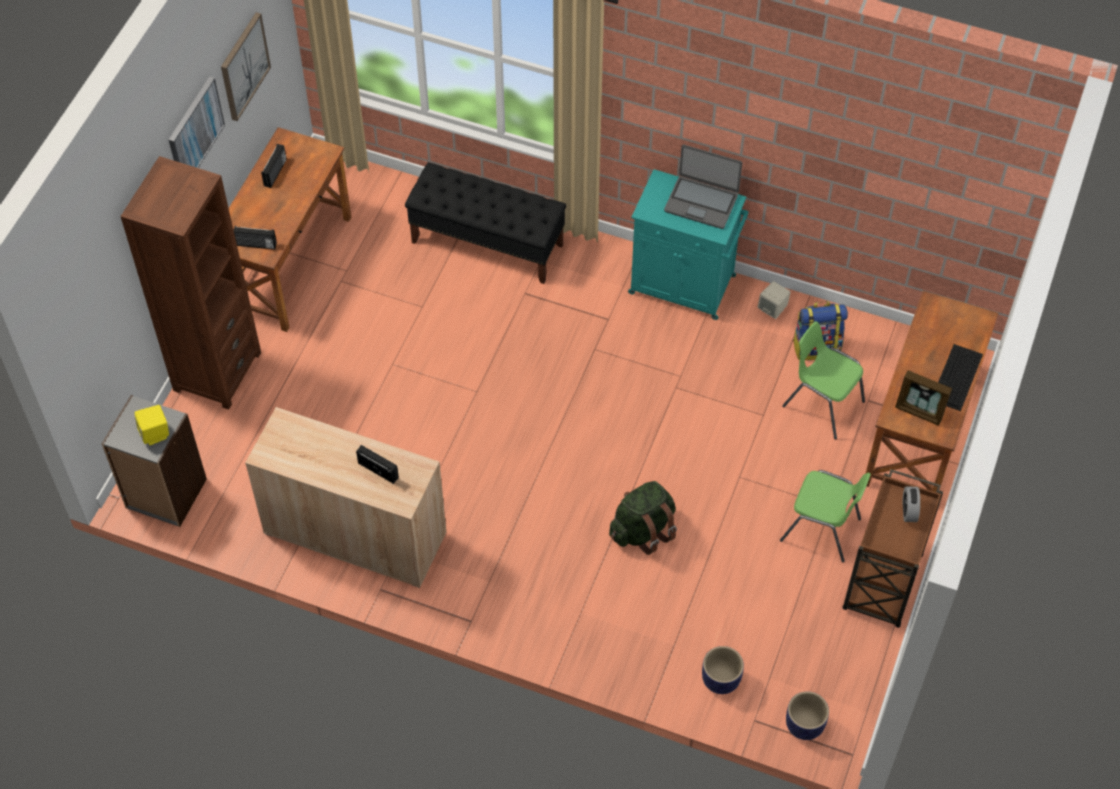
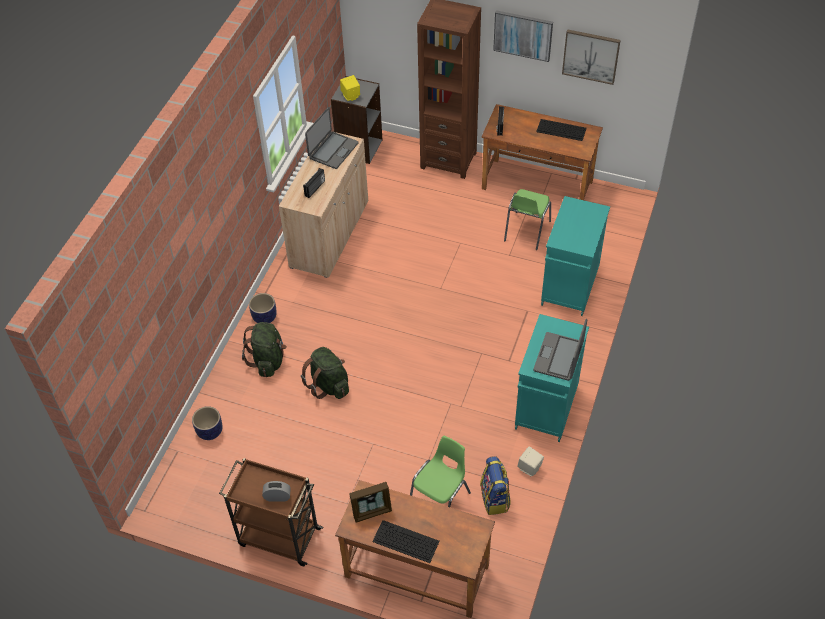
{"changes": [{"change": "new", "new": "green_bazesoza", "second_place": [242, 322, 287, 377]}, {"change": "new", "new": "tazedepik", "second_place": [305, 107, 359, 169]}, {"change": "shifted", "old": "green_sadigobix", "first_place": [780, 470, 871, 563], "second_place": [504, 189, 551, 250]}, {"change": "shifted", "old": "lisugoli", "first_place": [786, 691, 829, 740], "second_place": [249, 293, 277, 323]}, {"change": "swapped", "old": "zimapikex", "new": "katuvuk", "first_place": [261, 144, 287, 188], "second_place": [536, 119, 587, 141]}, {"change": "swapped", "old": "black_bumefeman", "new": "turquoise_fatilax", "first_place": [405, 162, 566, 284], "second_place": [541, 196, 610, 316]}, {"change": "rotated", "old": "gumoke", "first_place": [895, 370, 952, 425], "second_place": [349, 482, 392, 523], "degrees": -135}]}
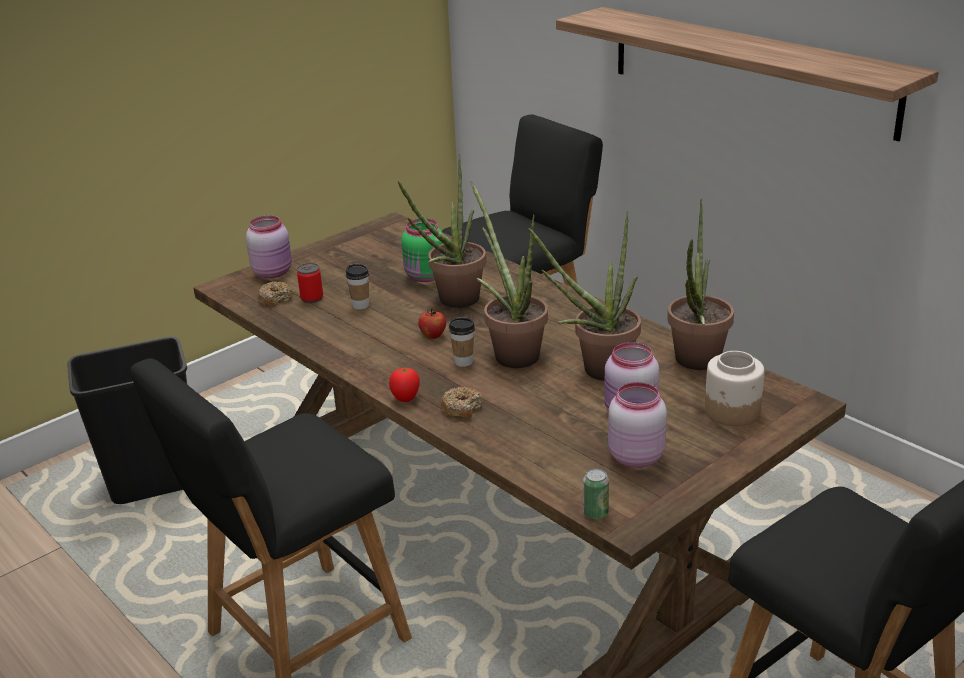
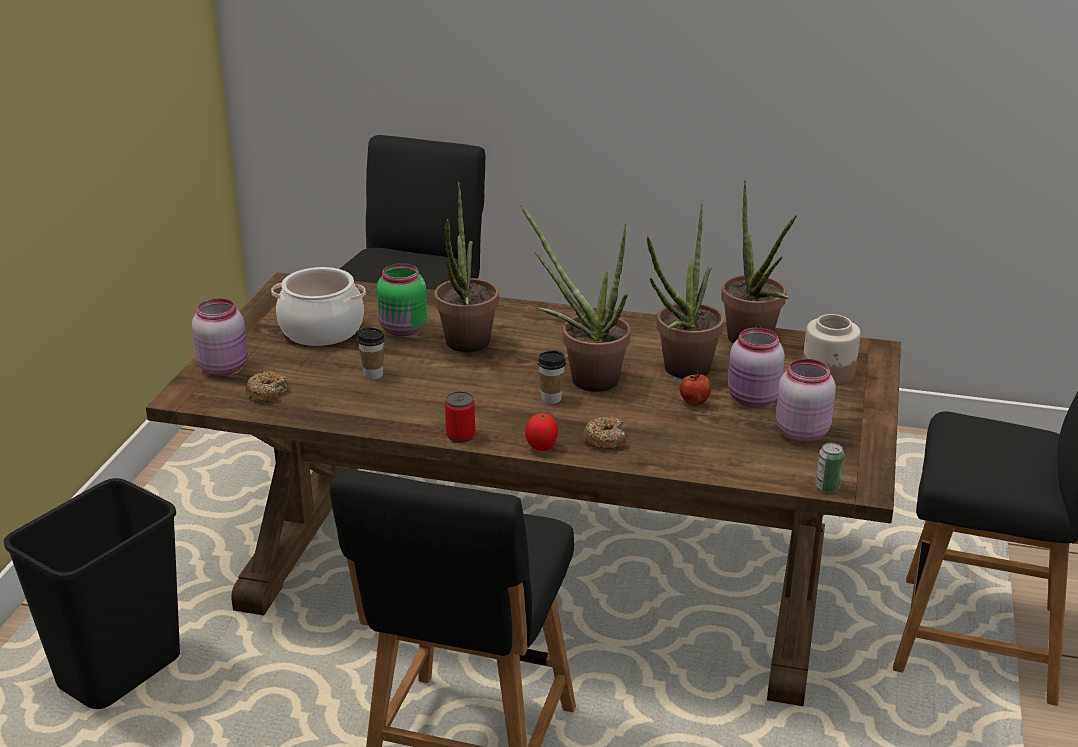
{"changes": [{"change": "gone", "old": "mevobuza", "first_place": [556, 7, 939, 141]}, {"change": "new", "new": "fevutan", "second_place": [271, 267, 366, 346]}, {"change": "shifted", "old": "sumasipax", "first_place": [297, 263, 323, 303], "second_place": [445, 392, 475, 443]}, {"change": "shifted", "old": "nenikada", "first_place": [418, 308, 446, 339], "second_place": [680, 371, 711, 406]}]}
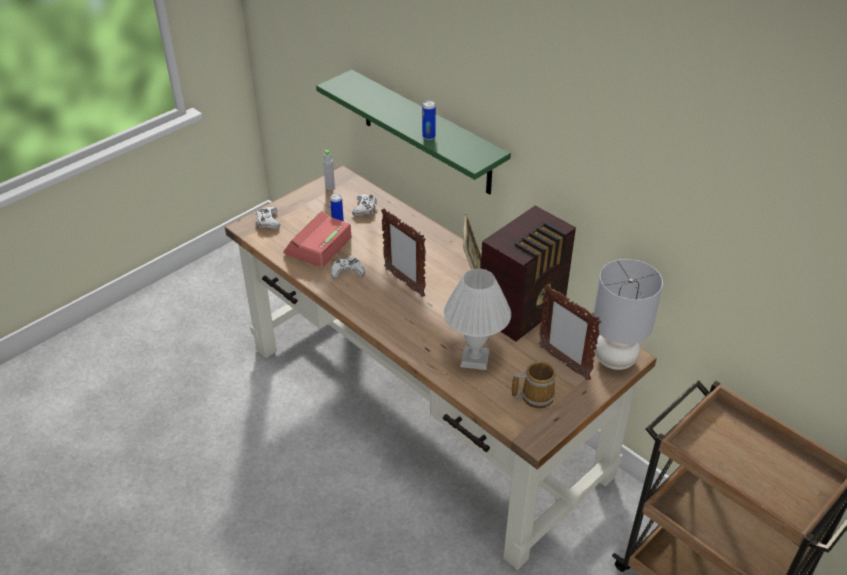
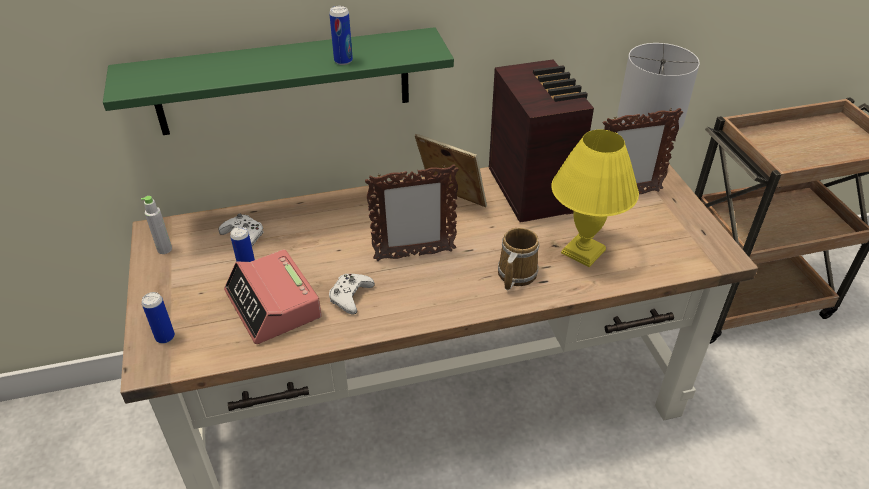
{"changes": [{"change": "shifted", "old": "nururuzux", "first_place": [512, 361, 556, 408], "second_place": [498, 227, 539, 290]}, {"change": "swapped", "old": "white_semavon", "new": "sumasipax", "first_place": [256, 207, 280, 229], "second_place": [142, 292, 175, 344]}, {"change": "repainted", "old": "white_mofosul", "new": "yellow_mofosul", "first_place": [443, 269, 511, 370], "second_place": [551, 129, 639, 267]}]}
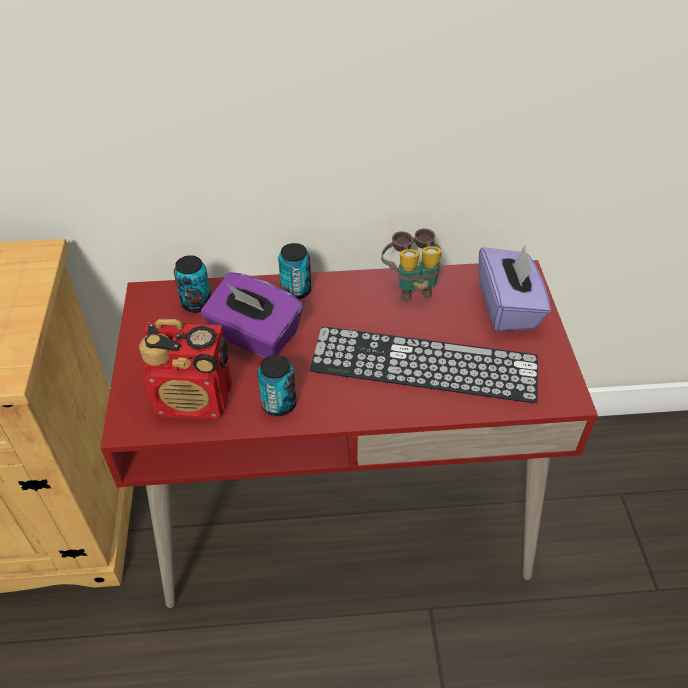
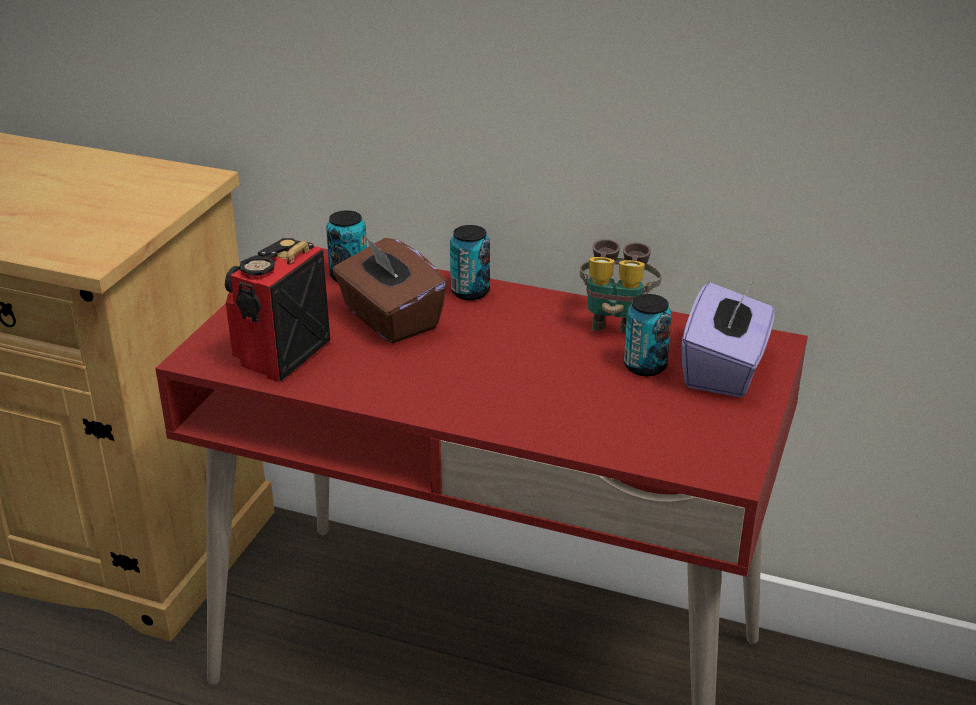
{"changes": [{"change": "gone", "old": "katuvuk", "first_place": [310, 326, 538, 403]}, {"change": "shifted", "old": "sumasipax", "first_place": [258, 355, 296, 416], "second_place": [624, 294, 672, 376]}, {"change": "repainted", "old": "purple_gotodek", "new": "brown_gotodek", "first_place": [201, 272, 303, 358], "second_place": [333, 237, 447, 343]}, {"change": "rotated", "old": "zimapikex", "first_place": [139, 319, 232, 419], "second_place": [225, 238, 330, 382], "degrees": 90}]}
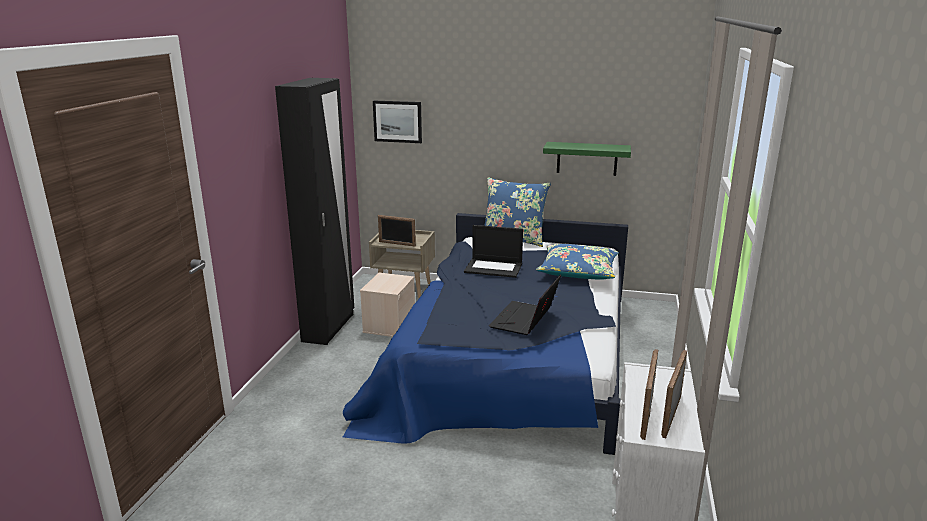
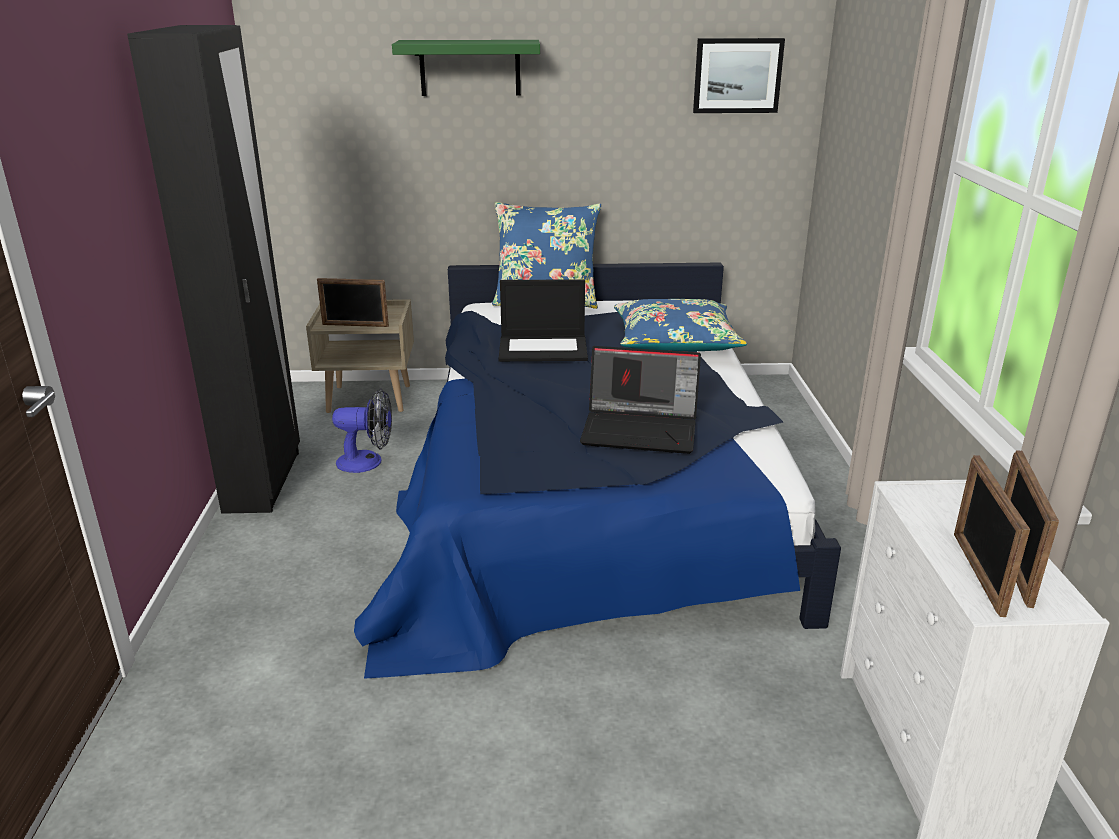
{"changes": [{"change": "shifted", "old": "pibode", "first_place": [373, 101, 422, 143], "second_place": [693, 38, 785, 113]}, {"change": "shifted", "old": "green_mevobuza", "first_place": [543, 142, 631, 176], "second_place": [392, 40, 540, 96]}, {"change": "swapped", "old": "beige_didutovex", "new": "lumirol", "first_place": [360, 273, 415, 337], "second_place": [332, 389, 392, 473]}, {"change": "rotated", "old": "tazedepik", "first_place": [489, 274, 561, 335], "second_place": [580, 346, 701, 454], "degrees": -90}]}
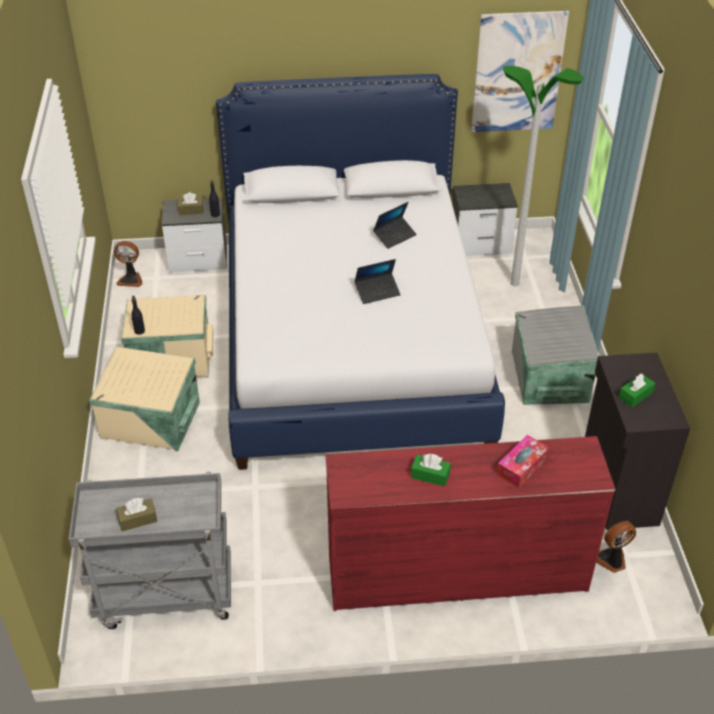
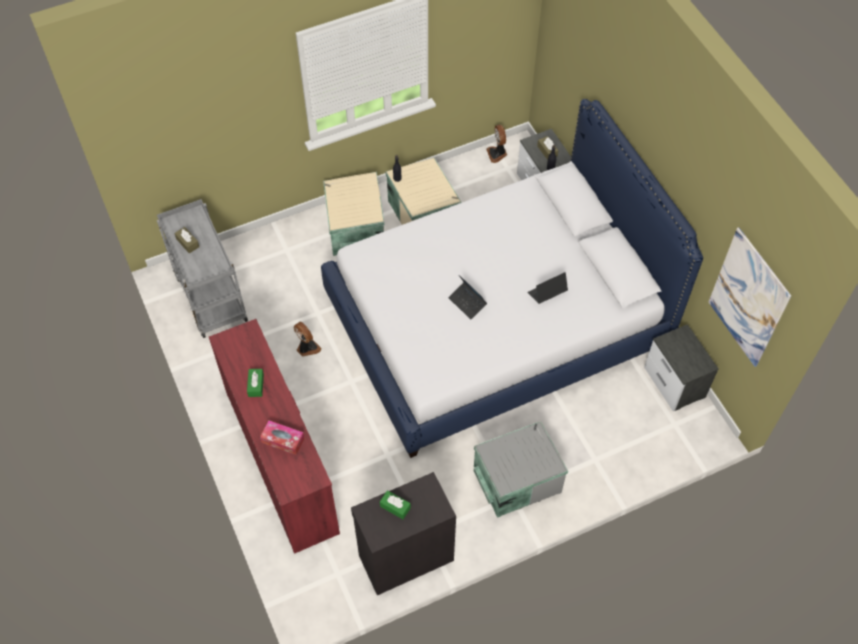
{"changes": [{"change": "gone", "old": "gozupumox", "first_place": [503, 66, 584, 286]}, {"change": "shifted", "old": "lumirol", "first_place": [596, 521, 636, 573], "second_place": [294, 322, 322, 357]}, {"change": "rotated", "old": "tazedepik", "first_place": [373, 202, 417, 249], "second_place": [527, 272, 568, 304], "degrees": 120}]}
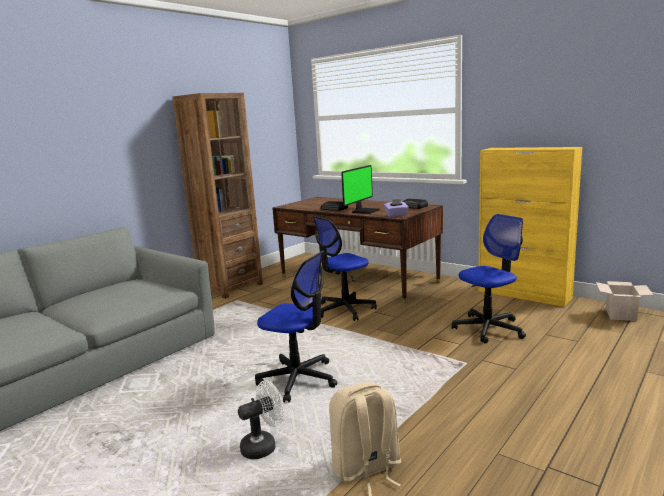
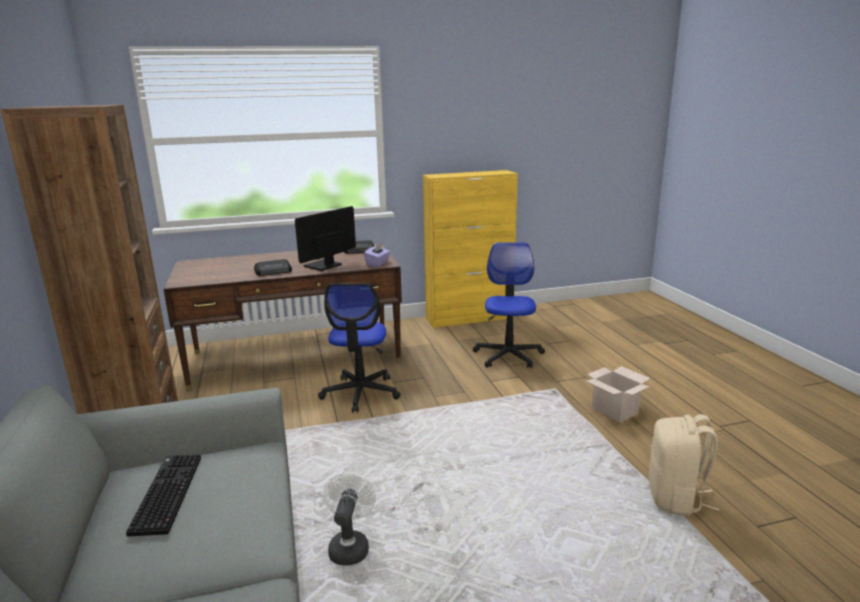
{"changes": [{"change": "gone", "old": "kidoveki", "first_place": [255, 251, 337, 402]}, {"change": "new", "new": "katuvuk", "second_place": [126, 454, 201, 537]}, {"change": "shifted", "old": "white_lumirol", "first_place": [238, 380, 284, 459], "second_place": [324, 473, 376, 566]}, {"change": "shifted", "old": "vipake", "first_place": [596, 281, 653, 321], "second_place": [585, 366, 650, 422]}, {"change": "rotated", "old": "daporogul", "first_place": [341, 165, 380, 214], "second_place": [295, 206, 356, 271], "degrees": -120}]}
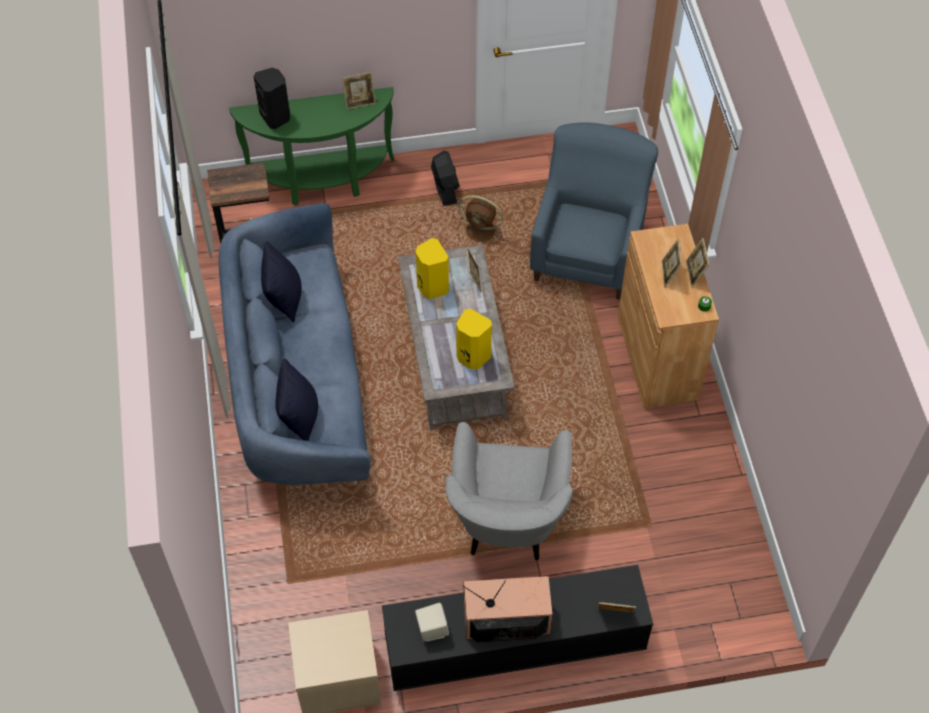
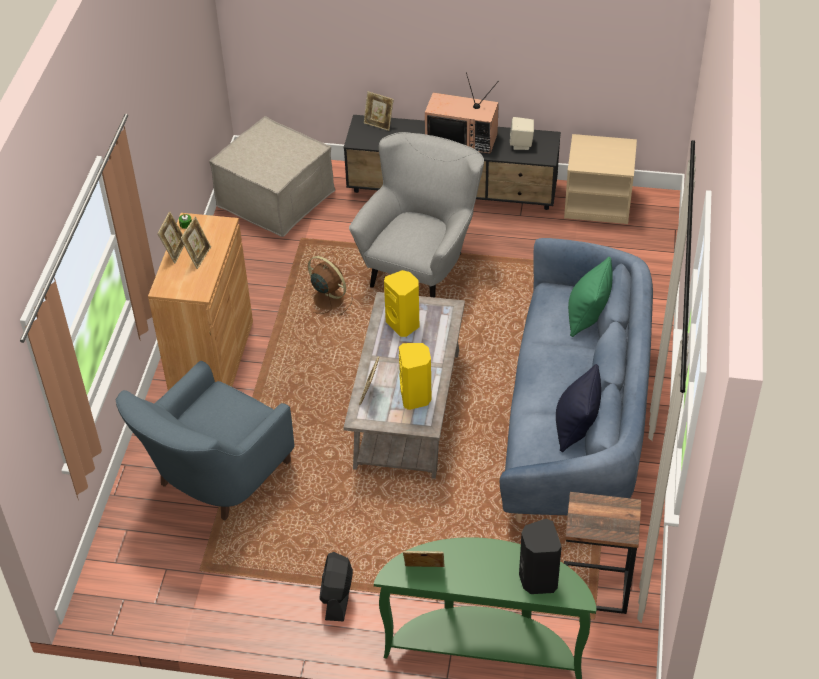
{"changes": [{"change": "new", "new": "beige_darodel", "second_place": [209, 116, 335, 237]}, {"change": "shifted", "old": "brown_lumirol", "first_place": [458, 195, 503, 242], "second_place": [308, 256, 353, 315]}, {"change": "repainted", "old": "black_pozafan", "new": "green_pozafan", "first_place": [275, 359, 318, 441], "second_place": [568, 257, 612, 337]}]}
